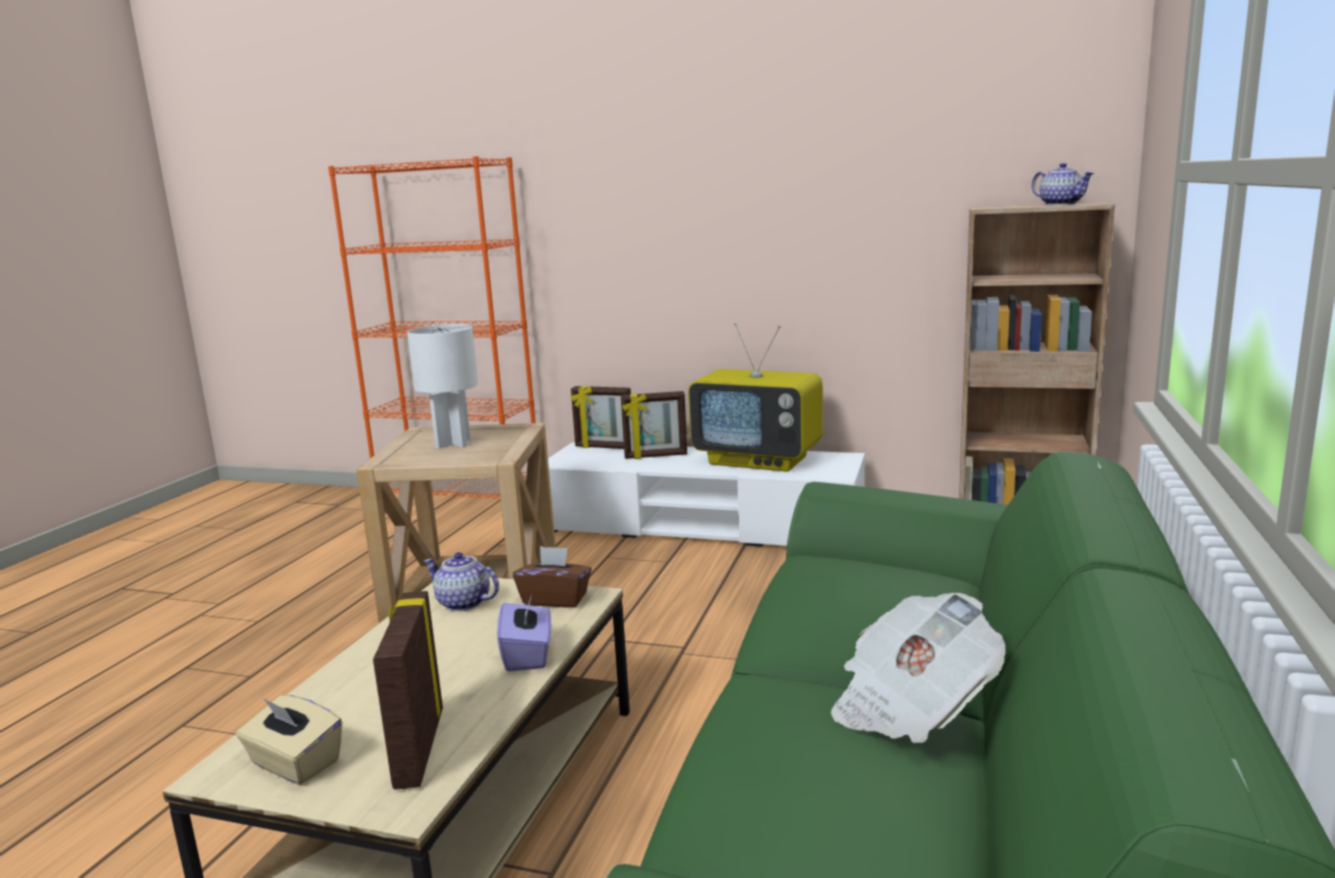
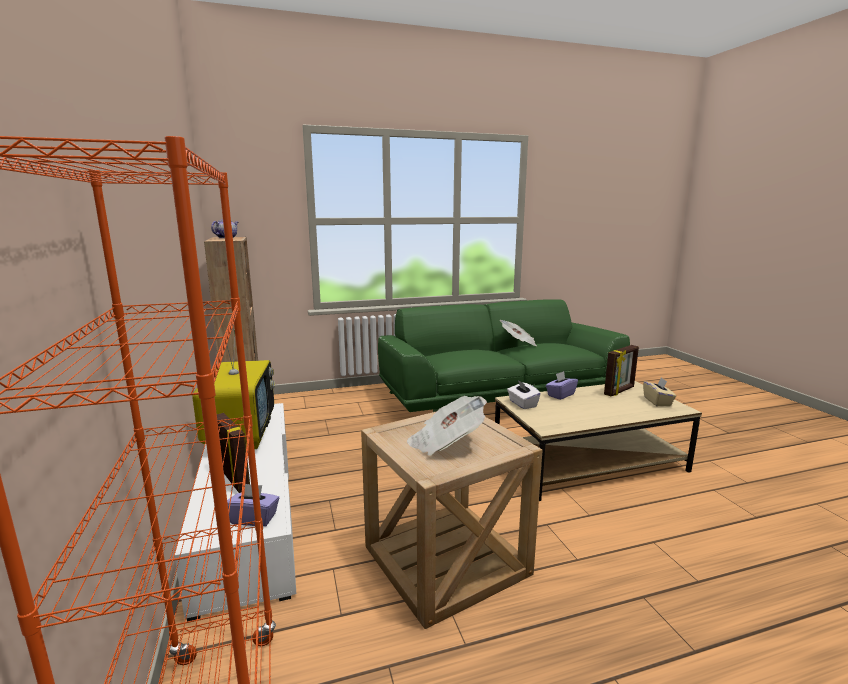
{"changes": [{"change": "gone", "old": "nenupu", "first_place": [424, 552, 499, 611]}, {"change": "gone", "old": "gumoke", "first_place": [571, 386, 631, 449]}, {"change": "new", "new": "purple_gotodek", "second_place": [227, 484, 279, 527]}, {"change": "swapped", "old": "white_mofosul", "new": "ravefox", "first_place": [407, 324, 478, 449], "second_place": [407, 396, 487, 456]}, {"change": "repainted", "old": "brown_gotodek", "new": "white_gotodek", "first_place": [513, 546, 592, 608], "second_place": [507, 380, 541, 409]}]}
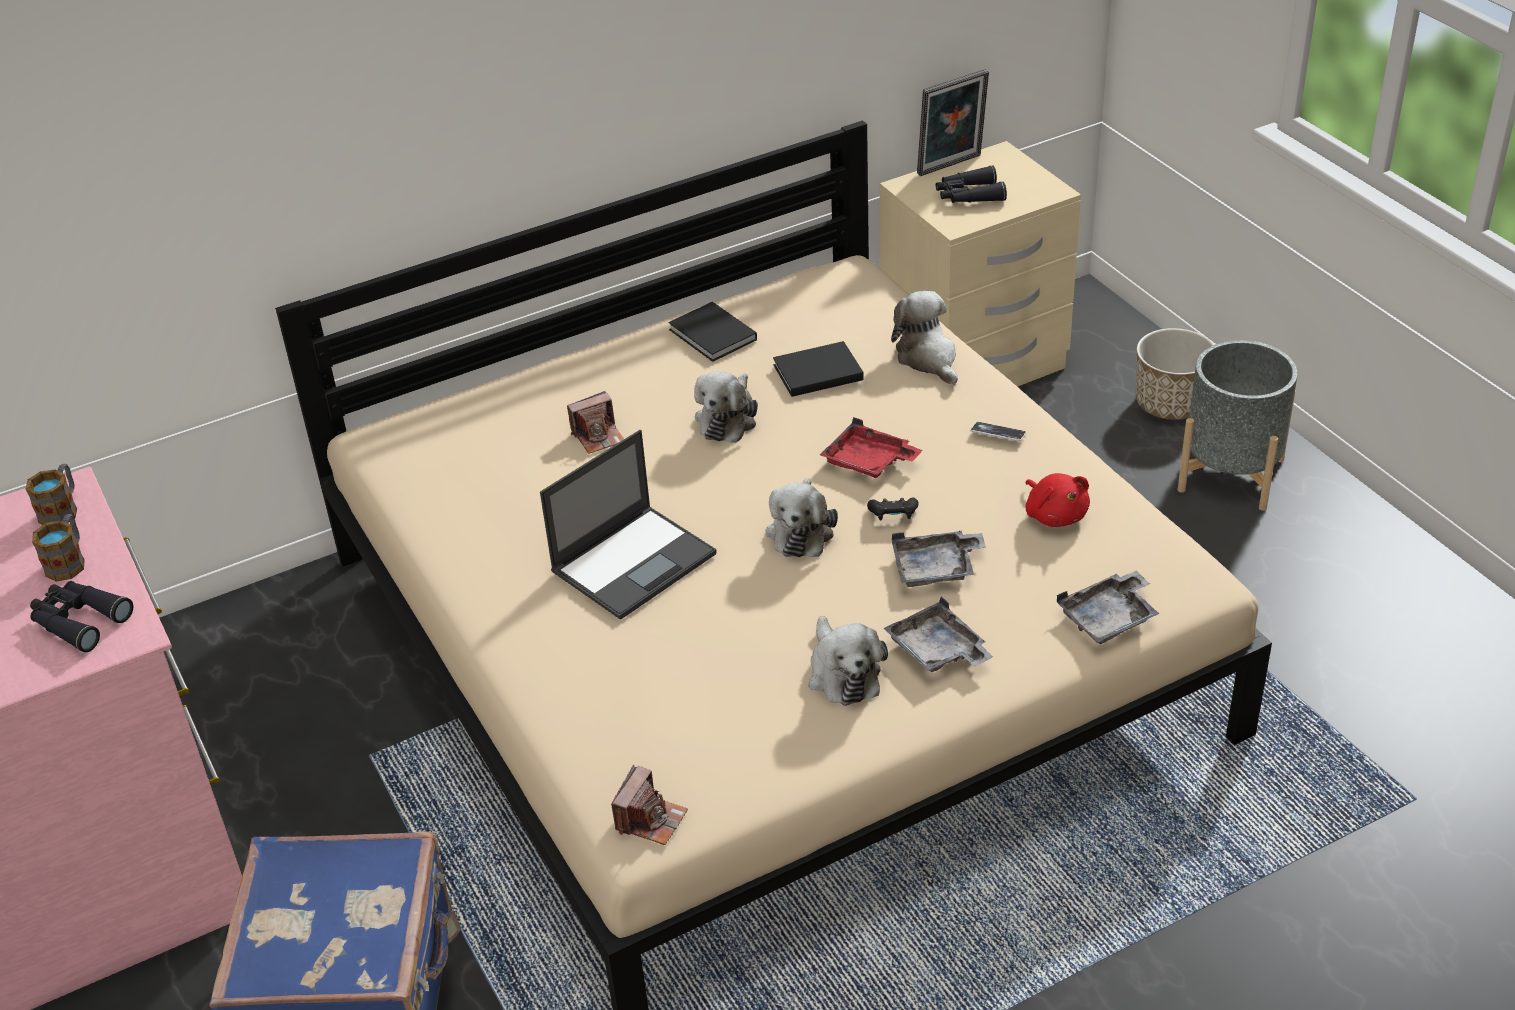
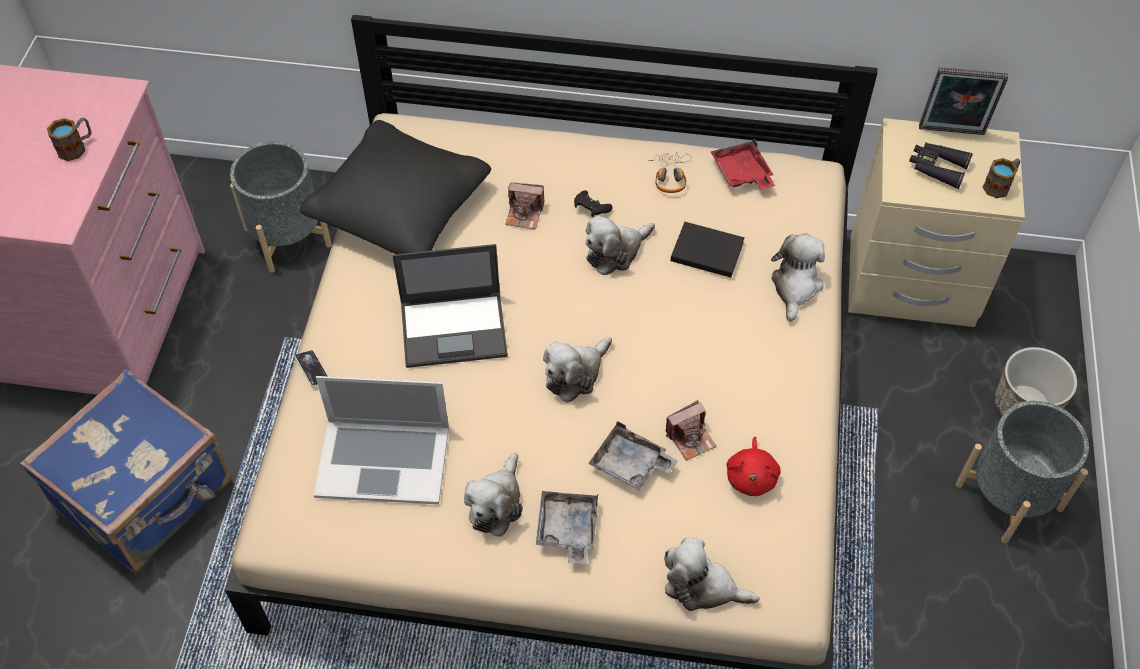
{"changes": [{"change": "gone", "old": "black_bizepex", "first_place": [30, 581, 133, 652]}, {"change": "new", "new": "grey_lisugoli", "second_place": [230, 141, 332, 273]}, {"change": "new", "new": "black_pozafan", "second_place": [300, 120, 491, 254]}, {"change": "new", "new": "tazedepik", "second_place": [314, 376, 449, 504]}, {"change": "shifted", "old": "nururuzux", "first_place": [25, 464, 77, 525], "second_place": [983, 158, 1020, 198]}, {"change": "shifted", "old": "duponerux", "first_place": [611, 765, 688, 845], "second_place": [666, 400, 716, 461]}, {"change": "shifted", "old": "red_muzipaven", "first_place": [820, 417, 923, 478], "second_place": [711, 139, 775, 190]}, {"change": "shifted", "old": "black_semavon", "first_place": [867, 498, 919, 520], "second_place": [574, 190, 613, 217]}, {"change": "shifted", "old": "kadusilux", "first_place": [970, 422, 1026, 441], "second_place": [294, 350, 328, 387]}, {"change": "swapped", "old": "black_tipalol", "new": "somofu", "first_place": [669, 302, 757, 362], "second_place": [648, 152, 692, 193]}, {"change": "swapped", "old": "grey_muzipaven", "new": "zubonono", "first_place": [1057, 570, 1160, 644], "second_place": [664, 537, 760, 611]}]}
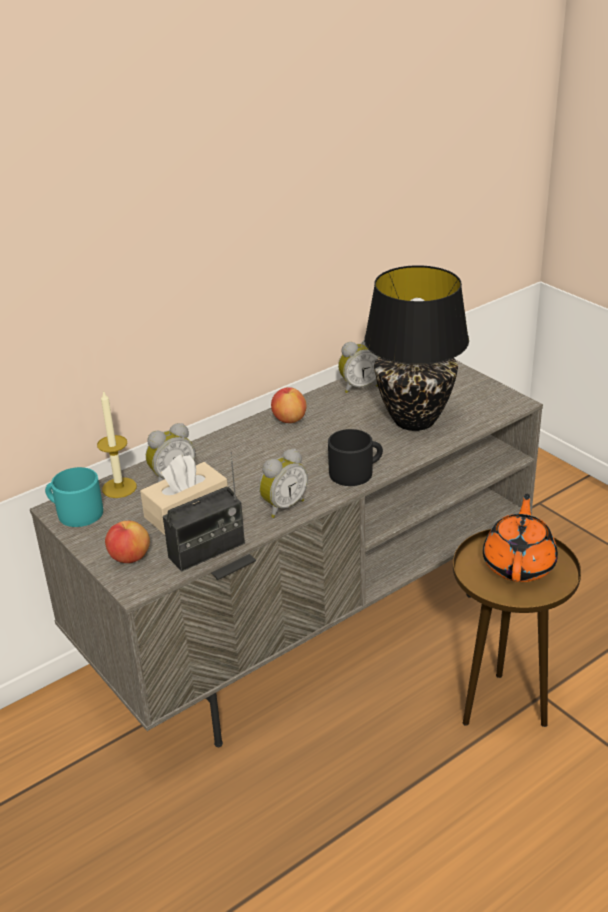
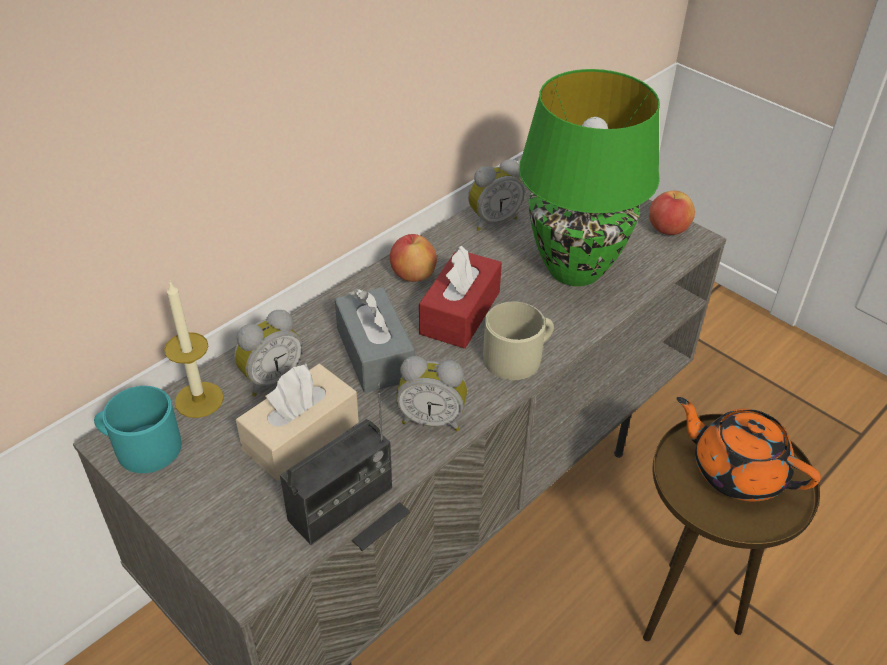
{"changes": [{"change": "new", "new": "grey_gotodek", "second_place": [335, 287, 415, 393]}, {"change": "new", "new": "red_gotodek", "second_place": [419, 246, 502, 349]}, {"change": "shifted", "old": "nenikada", "first_place": [105, 521, 150, 563], "second_place": [649, 191, 695, 235]}, {"change": "repainted", "old": "black_nururuzux", "new": "beige_nururuzux", "first_place": [328, 429, 383, 486], "second_place": [483, 302, 554, 380]}, {"change": "repainted", "old": "black_mofosul", "new": "green_mofosul", "first_place": [364, 265, 469, 431], "second_place": [519, 69, 660, 286]}, {"change": "rotated", "old": "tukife", "first_place": [259, 448, 308, 518], "second_place": [396, 356, 467, 431], "degrees": 60}, {"change": "rotated", "old": "orange_nenupu", "first_place": [483, 494, 558, 582], "second_place": [677, 397, 821, 502], "degrees": -60}]}
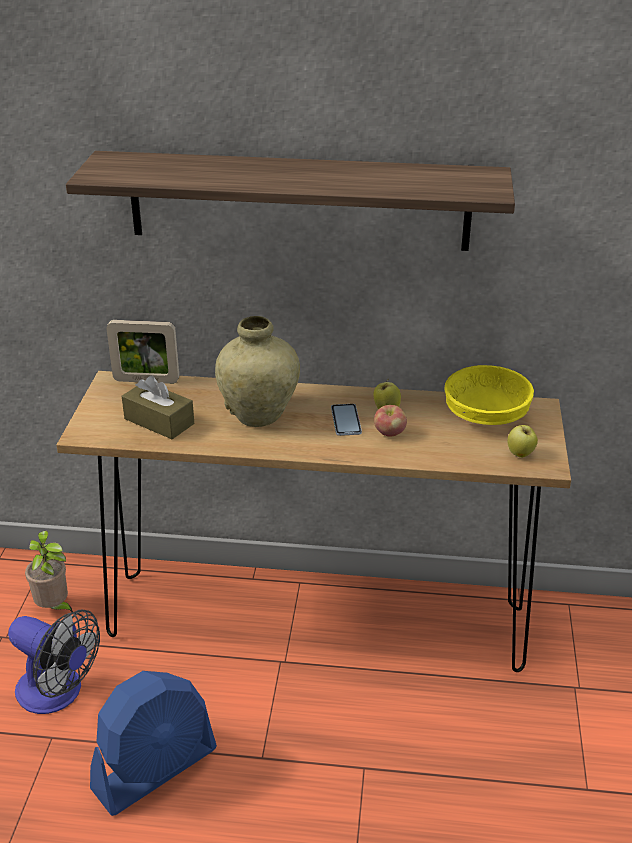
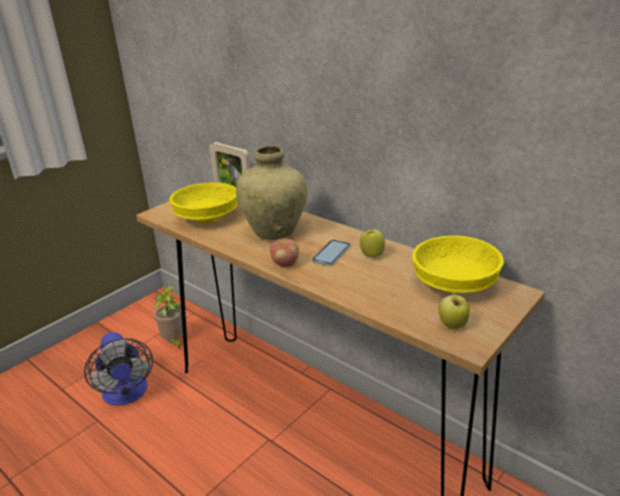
{"changes": [{"change": "gone", "old": "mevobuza", "first_place": [66, 151, 515, 251]}, {"change": "gone", "old": "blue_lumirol", "first_place": [90, 671, 217, 816]}, {"change": "shifted", "old": "nenikada", "first_place": [374, 405, 407, 437], "second_place": [270, 239, 299, 267]}, {"change": "swapped", "old": "brown_gotodek", "new": "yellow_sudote", "first_place": [122, 375, 194, 439], "second_place": [169, 183, 238, 224]}]}
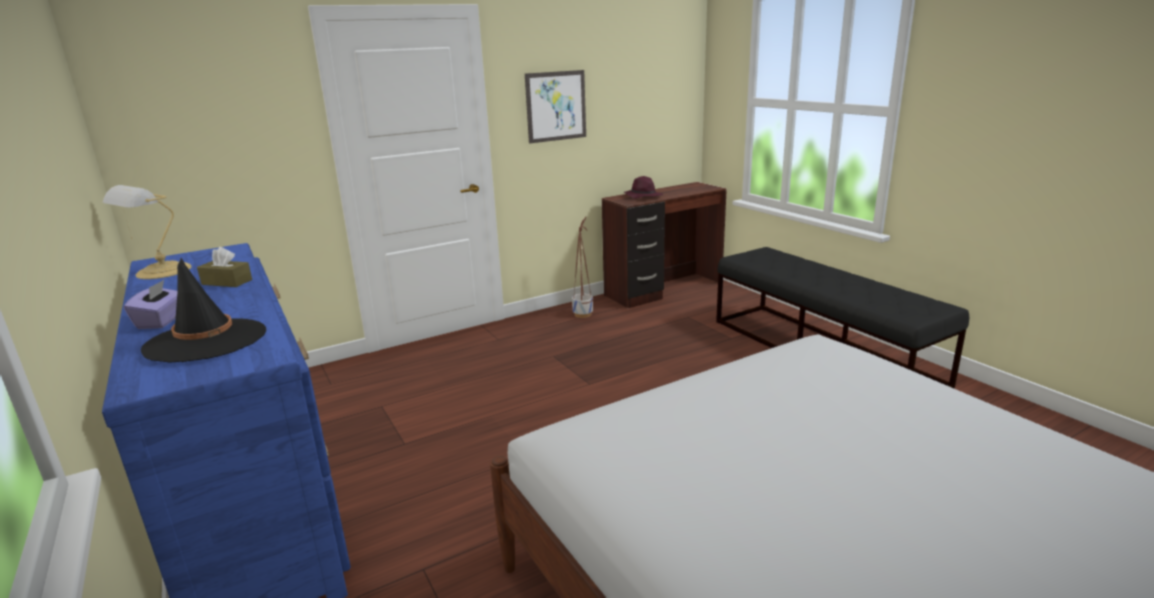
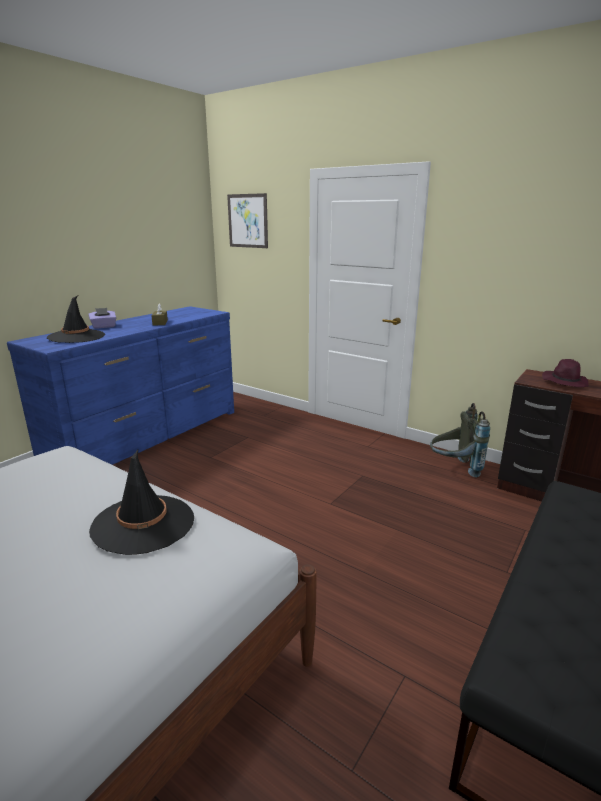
{"changes": [{"change": "gone", "old": "mofosul", "first_place": [103, 185, 192, 279]}, {"change": "new", "new": "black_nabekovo", "second_place": [89, 450, 194, 555]}, {"change": "shifted", "old": "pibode", "first_place": [525, 70, 586, 143], "second_place": [227, 193, 268, 248]}, {"change": "swapped", "old": "lisugoli", "new": "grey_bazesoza", "first_place": [572, 217, 593, 318], "second_place": [430, 403, 490, 477]}]}
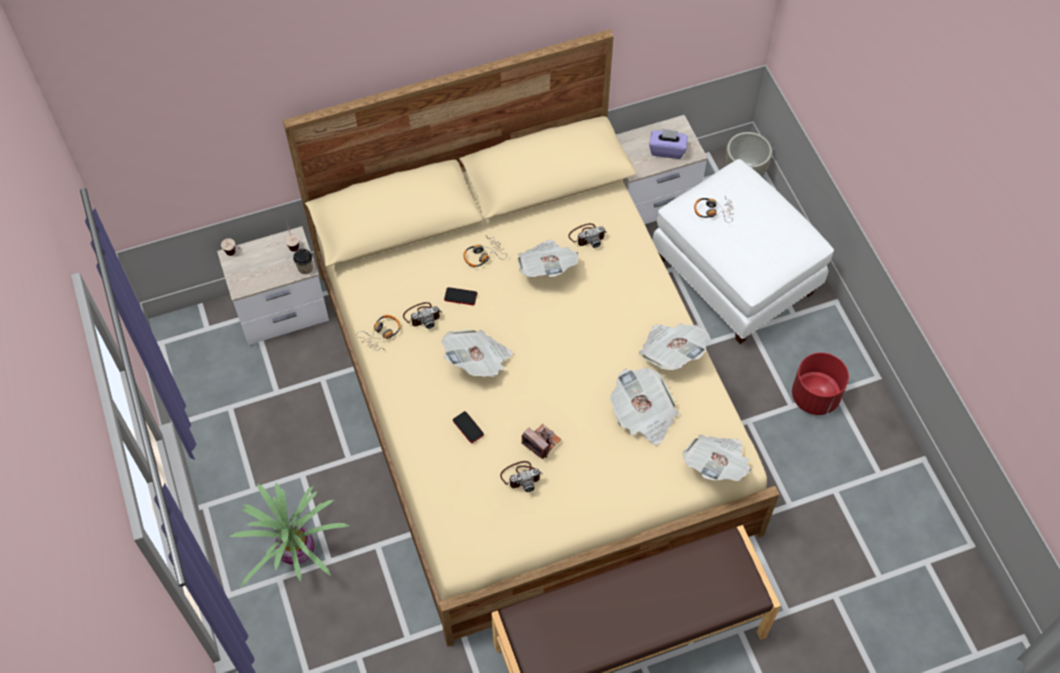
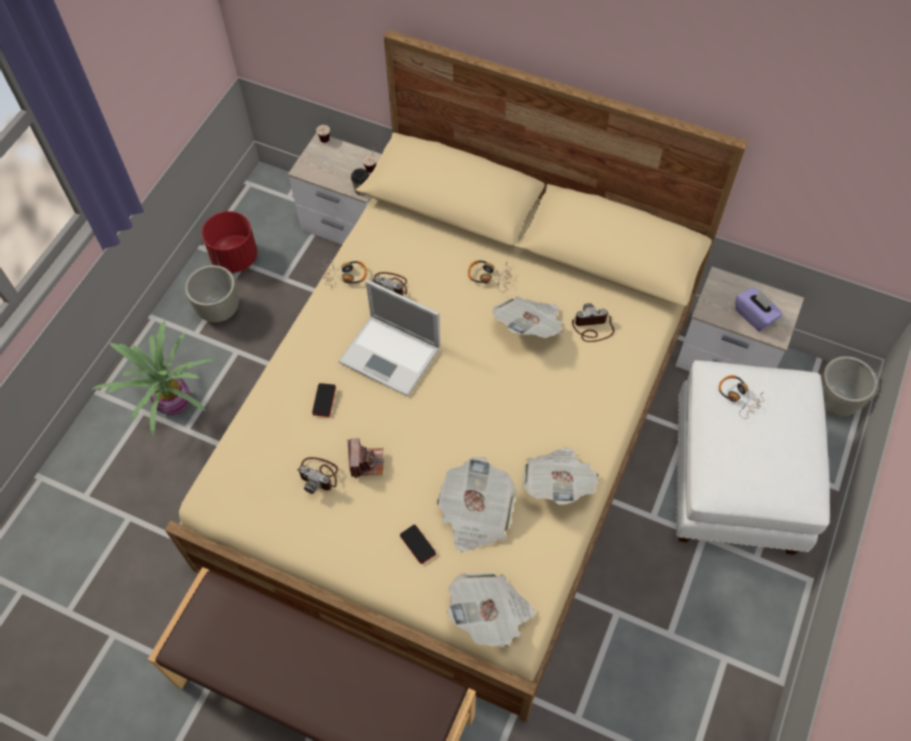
{"changes": [{"change": "new", "new": "grey_lisugoli", "second_place": [185, 265, 239, 322]}, {"change": "shifted", "old": "kadusilux", "first_place": [444, 287, 477, 305], "second_place": [400, 525, 436, 564]}, {"change": "shifted", "old": "red_lisugoli", "first_place": [792, 353, 849, 415], "second_place": [202, 211, 258, 273]}, {"change": "swapped", "old": "ravefox", "new": "tazedepik", "first_place": [441, 330, 513, 377], "second_place": [338, 280, 440, 396]}, {"change": "rotated", "old": "duponerux", "first_place": [568, 223, 607, 248], "second_place": [572, 303, 614, 342], "degrees": 150}]}
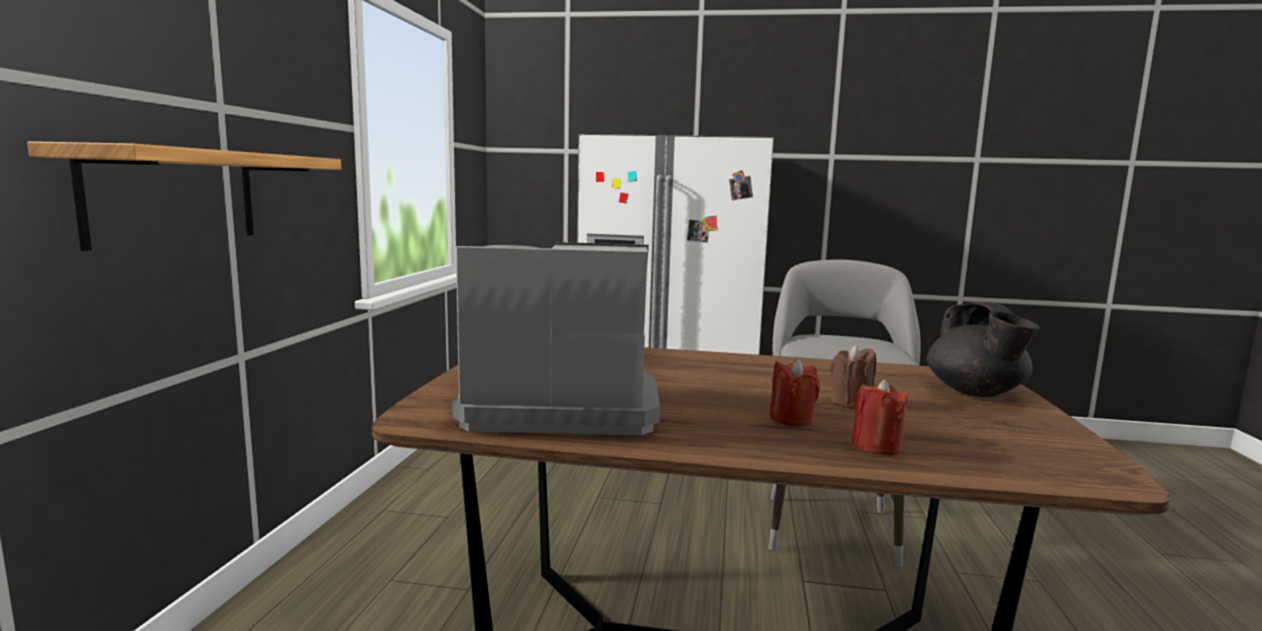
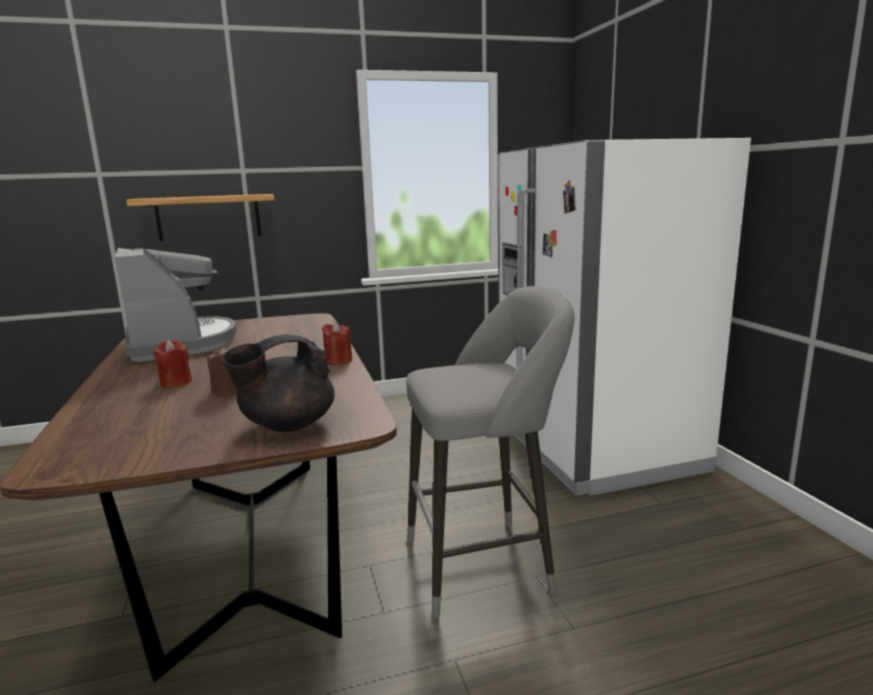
{"changes": [{"change": "shifted", "old": "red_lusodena", "first_place": [852, 380, 909, 455], "second_place": [322, 322, 352, 365]}]}
